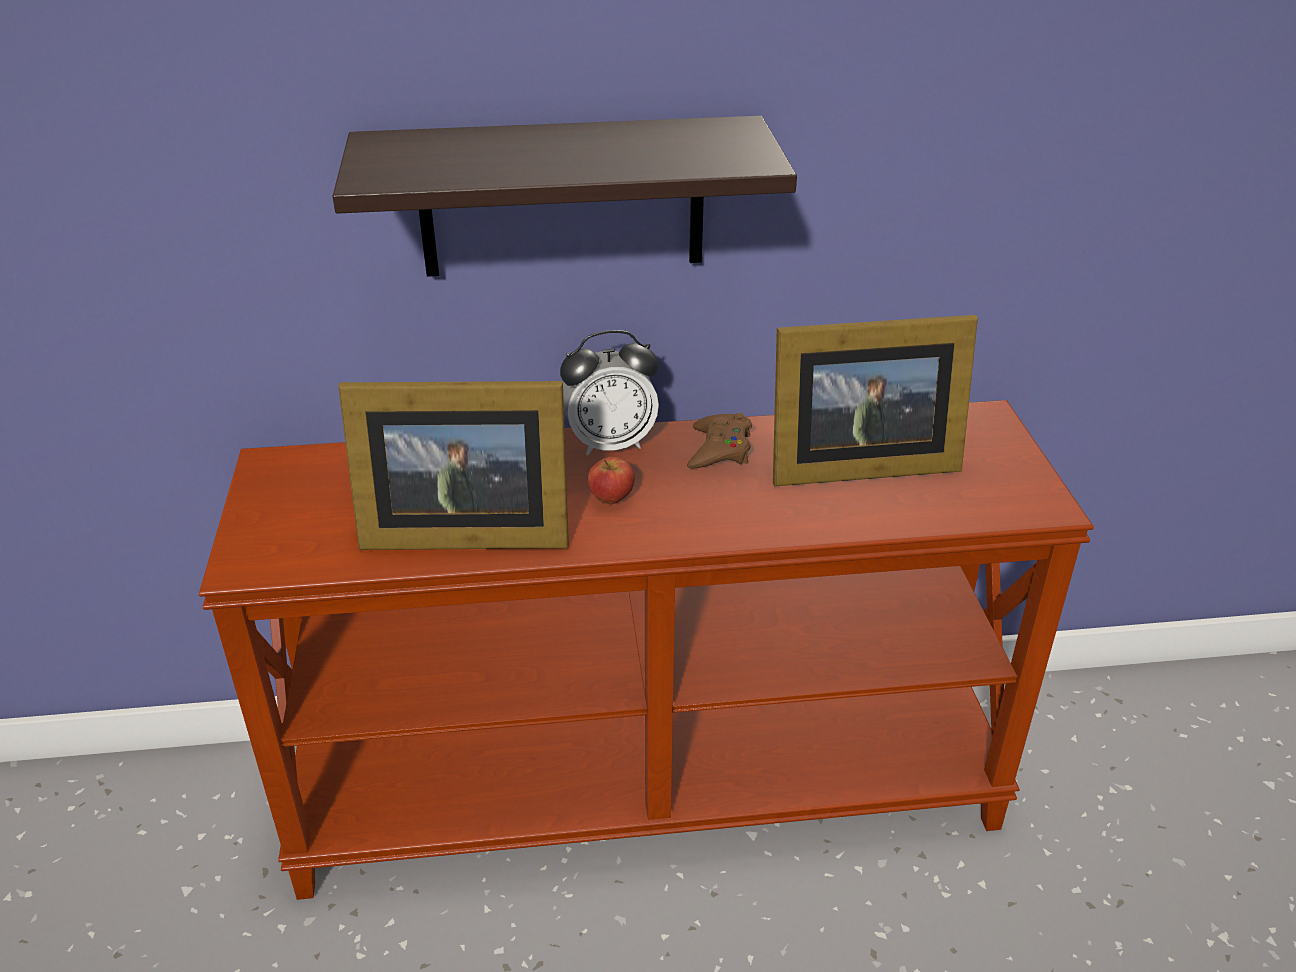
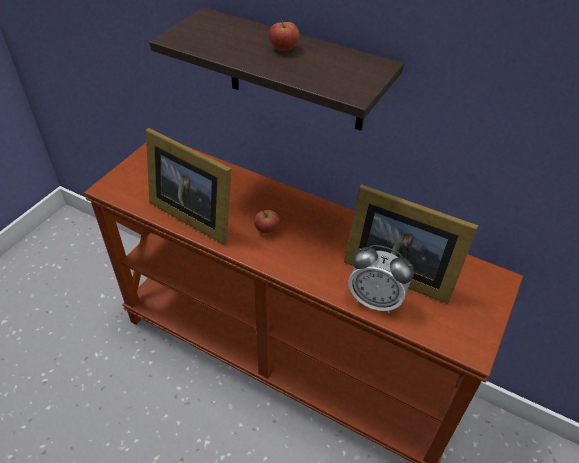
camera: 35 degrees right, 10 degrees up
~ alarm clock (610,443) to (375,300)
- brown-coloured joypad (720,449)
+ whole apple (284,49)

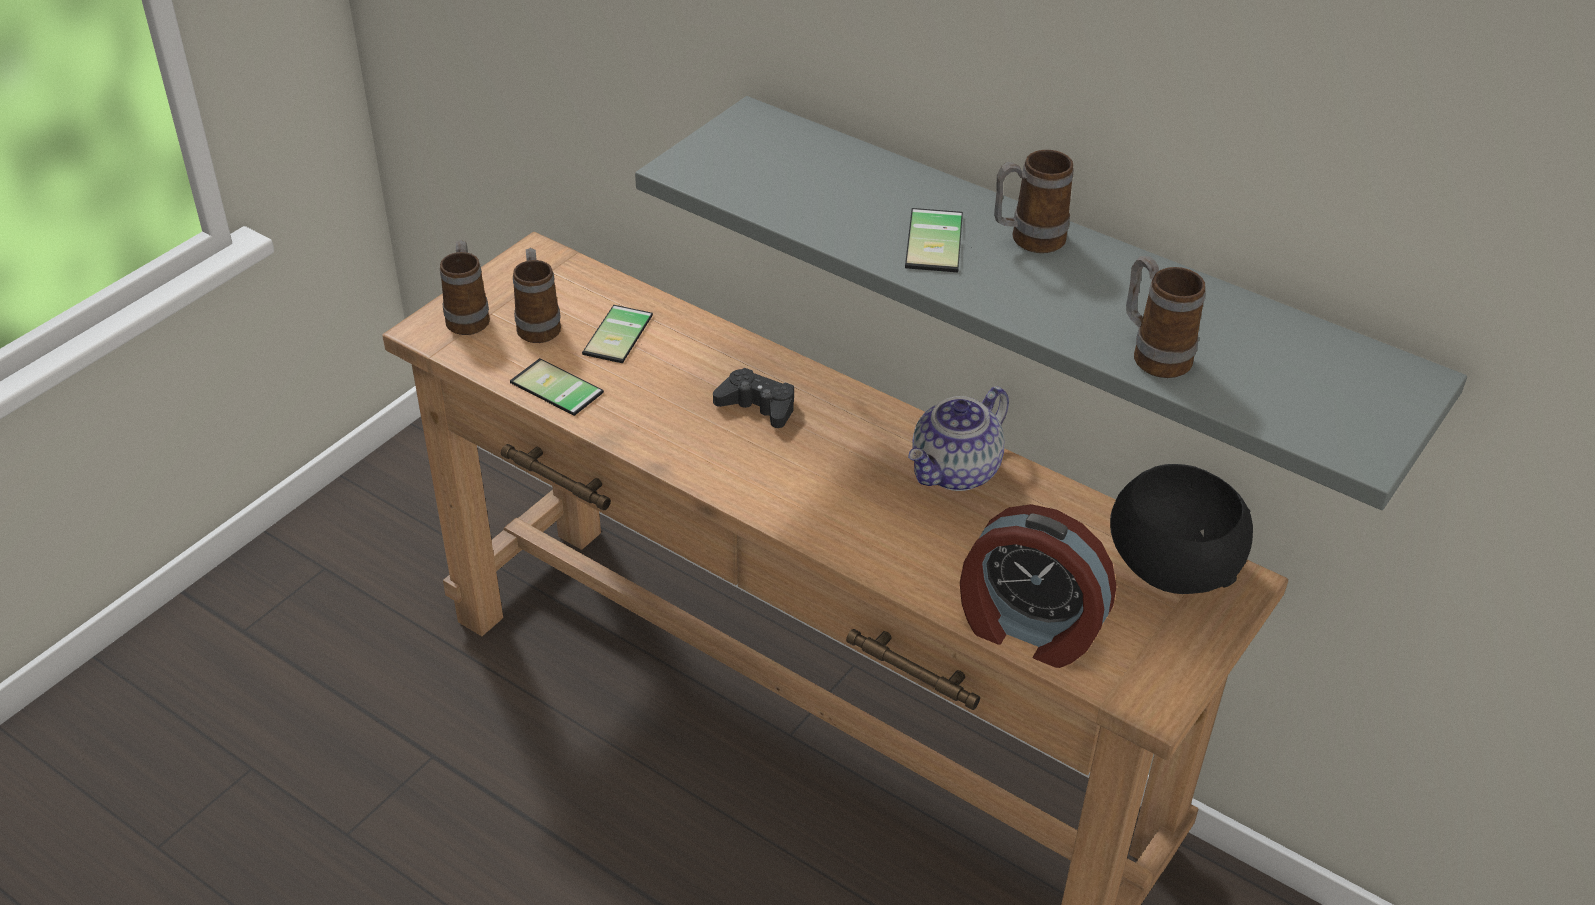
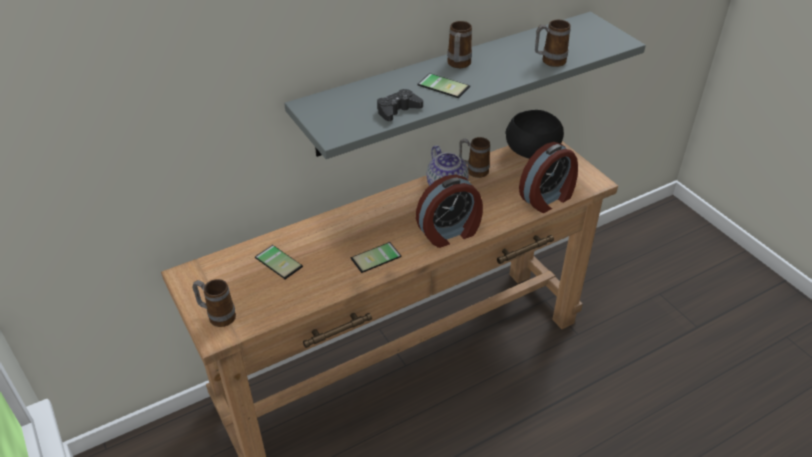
camera: 65 degrees left, 0 degrees up
~ handset (553,390) to (377,259)
~ tea mug (538,324) to (473,171)
~ black joypad (757,406) to (398,110)
+ alarm clock (449,233)

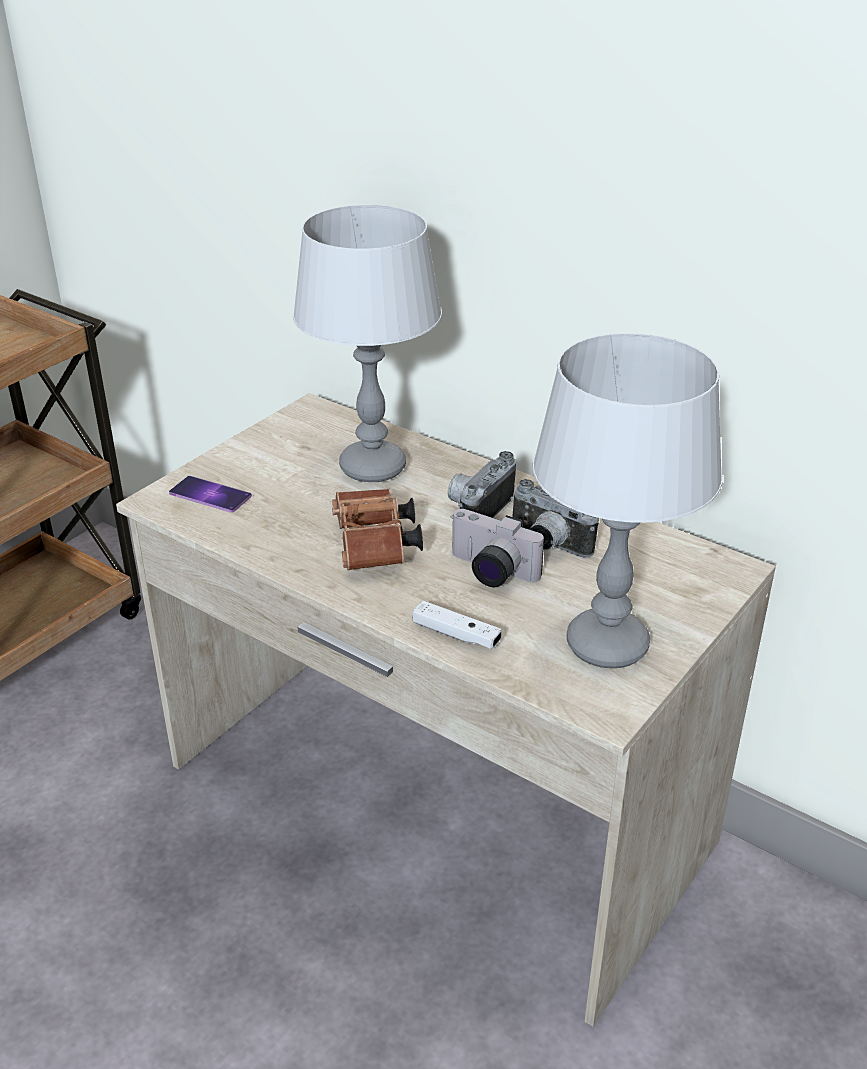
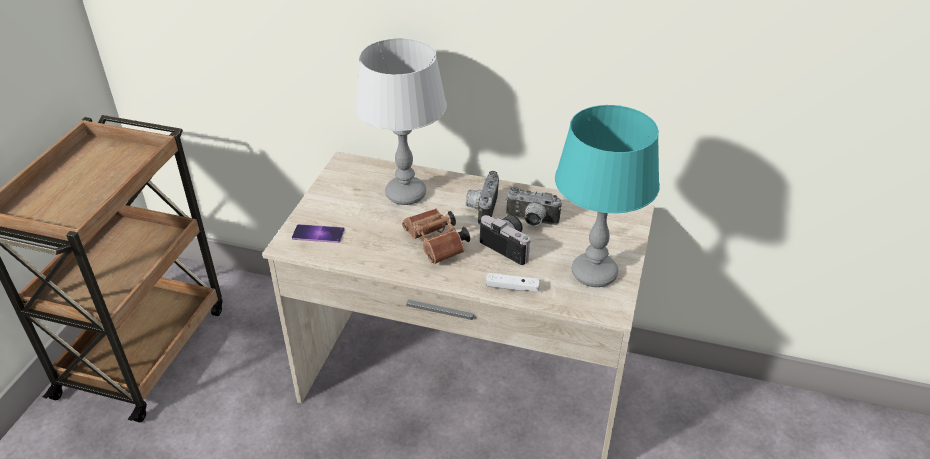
camera: 20 degrees left, 5 degrees up
~ still camera (489,572) = (509,245) 150 degrees counterclockwise
~ grey lamp for a table (607,646) to turquoise lamp for a table (594,274)

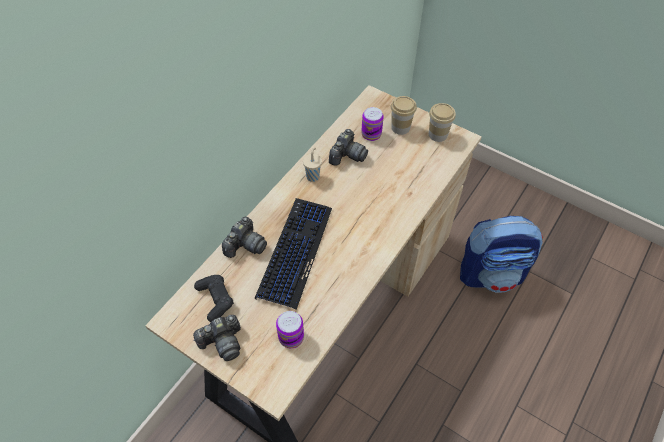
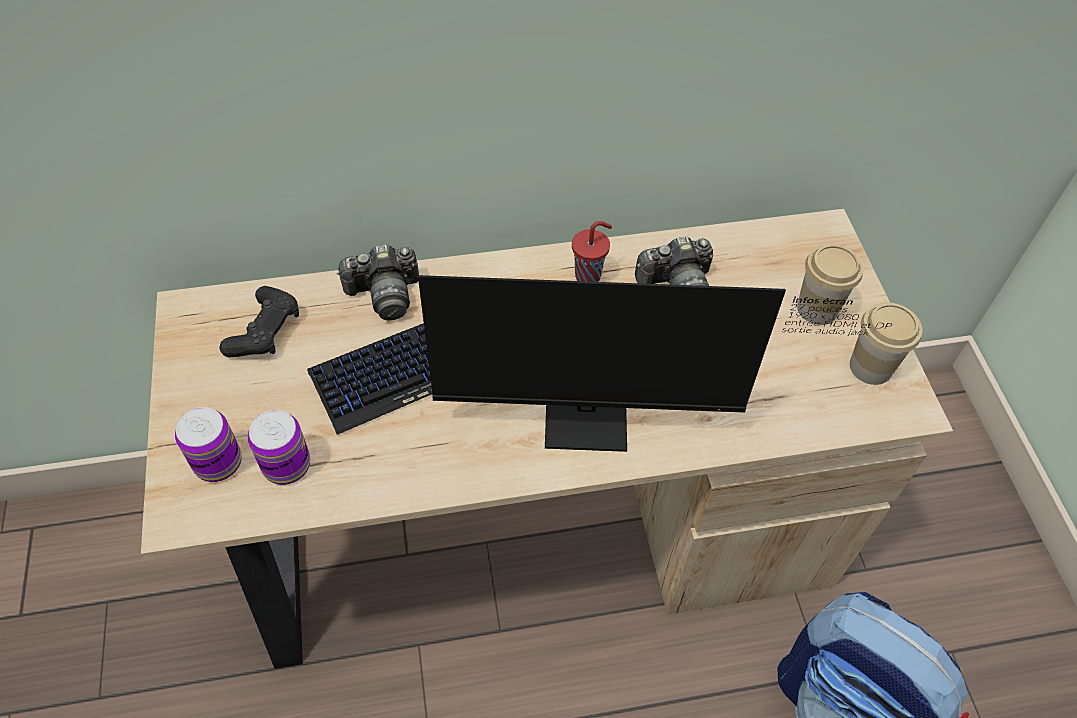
camera: 45 degrees right, 0 degrees up
- still camera (222,342)
~ beige small cup (313,176) to reddish small cup (589,275)
~ sealed can (371,134) to (218,462)
+ monitor (601,419)

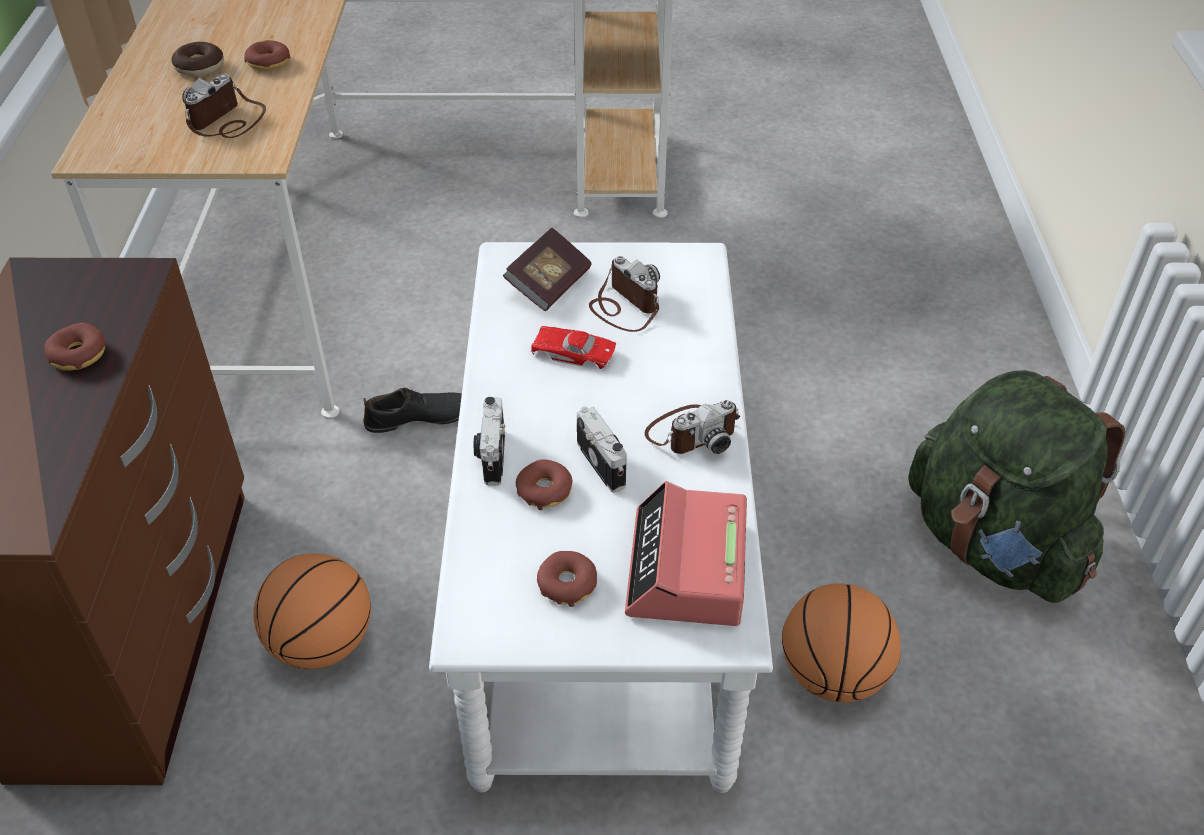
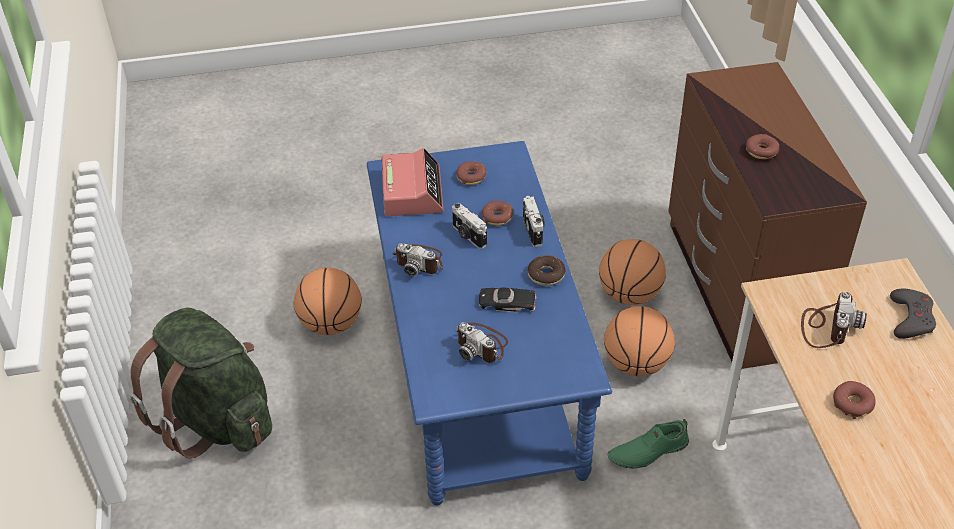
camera: 170 degrees right, 0 degrees up
~ doughnut (200,67) to (546,275)
~ black shoe (420,418) to greenish shoe (647,451)
~ white-coloured low table (602,569) to blue-coloured low table (478,361)
- bound book (549,285)
~ reddish miniature car (573,352) to black miniature car (507,303)
~ still camera (692,432) = (419,261) 120 degrees counterclockwise
+ basketball (636,364)
+ grey joypad (911,318)

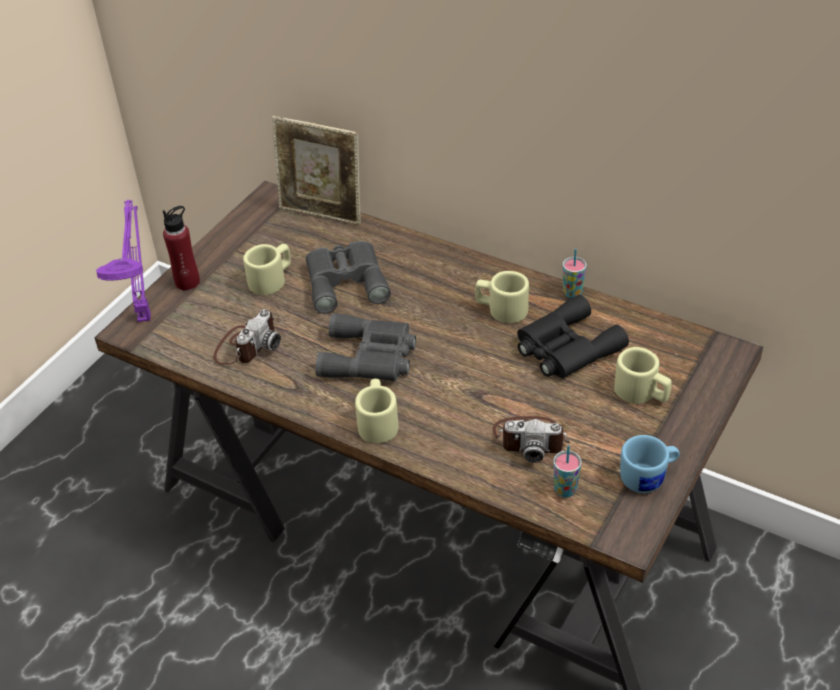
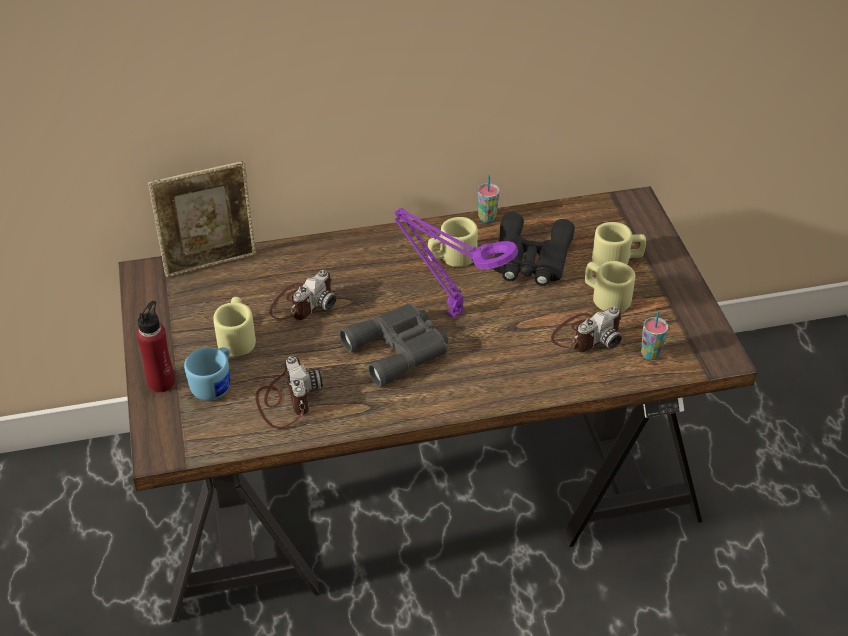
camera: 45 degrees left, 0 degrees up
~ purplish lamp for a table (144,316) to (451,311)
~ grey binoculars (346,280) to still camera (302,303)
~ beige tea mug (378,422) to (605,297)
~ blue-coloured tea mug (648,478) to (215,384)

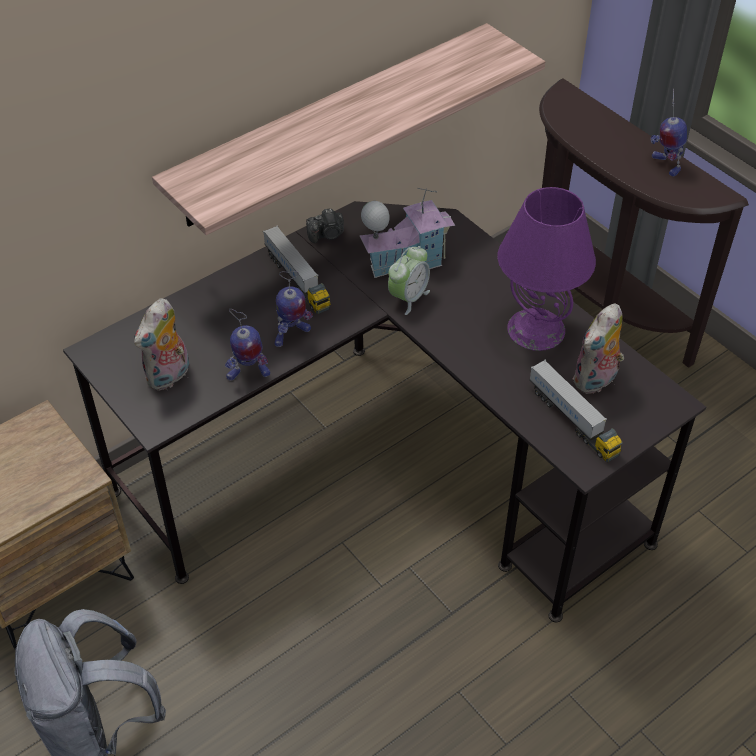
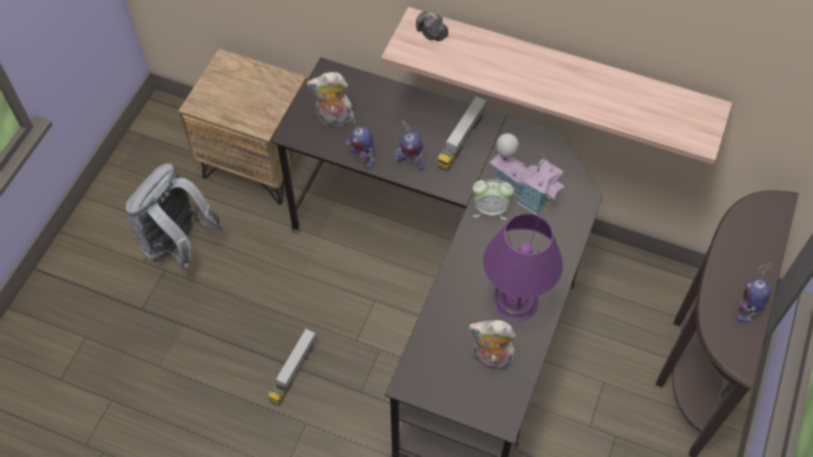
camera: 60 degrees right, 10 degrees up
~ still camera (327,235) to (431,34)
~ toy lorry (573,420) to (293,371)

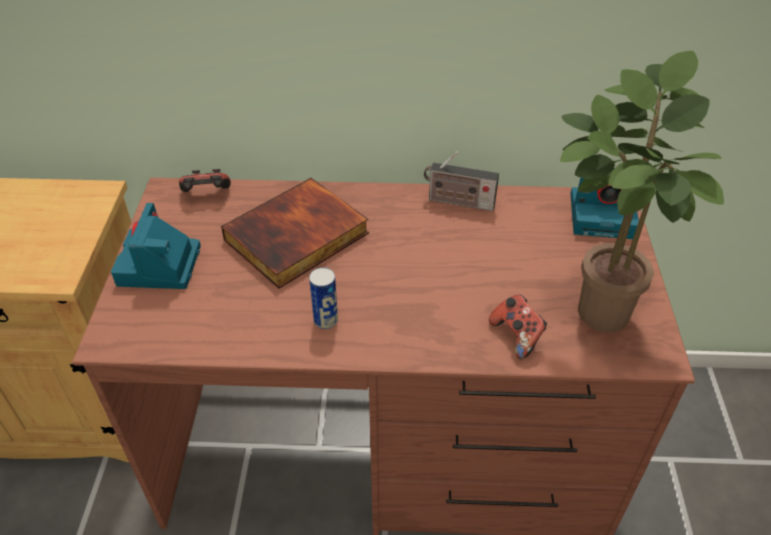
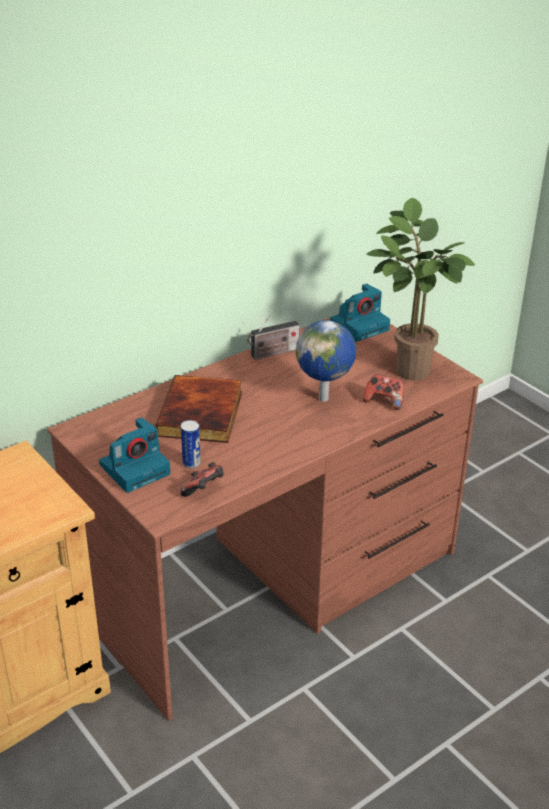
camera: 40 degrees left, 10 degrees down
~ still camera (159,266) = (135,468) 90 degrees counterclockwise
~ joypad (206,195) to (204,491)
~ sealed can (325,320) to (191,463)
+ desk globe (325,399)

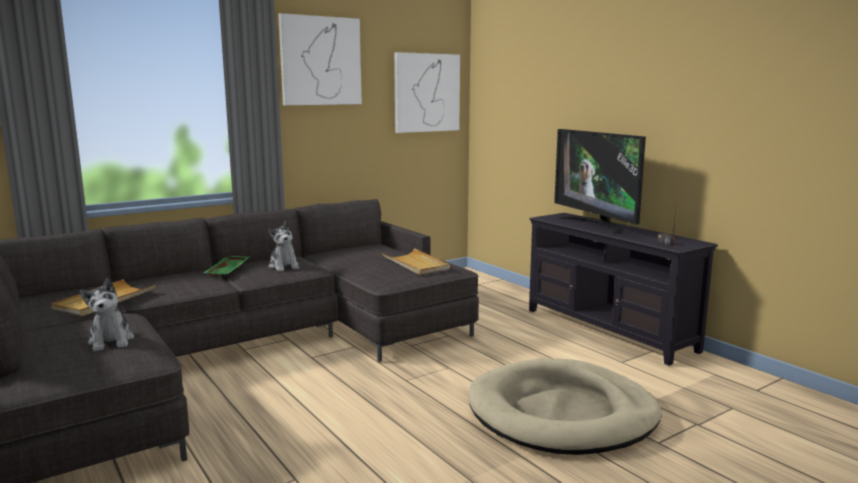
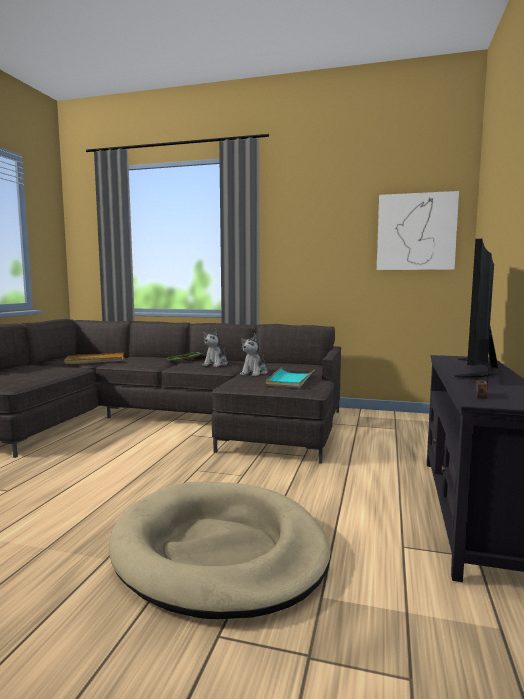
camera: 50 degrees right, 5 degrees down
~ plush toy (111,341) to (254,373)
- picture (320,61)
~ beige serving tray (416,264) to turquoise serving tray (290,380)

